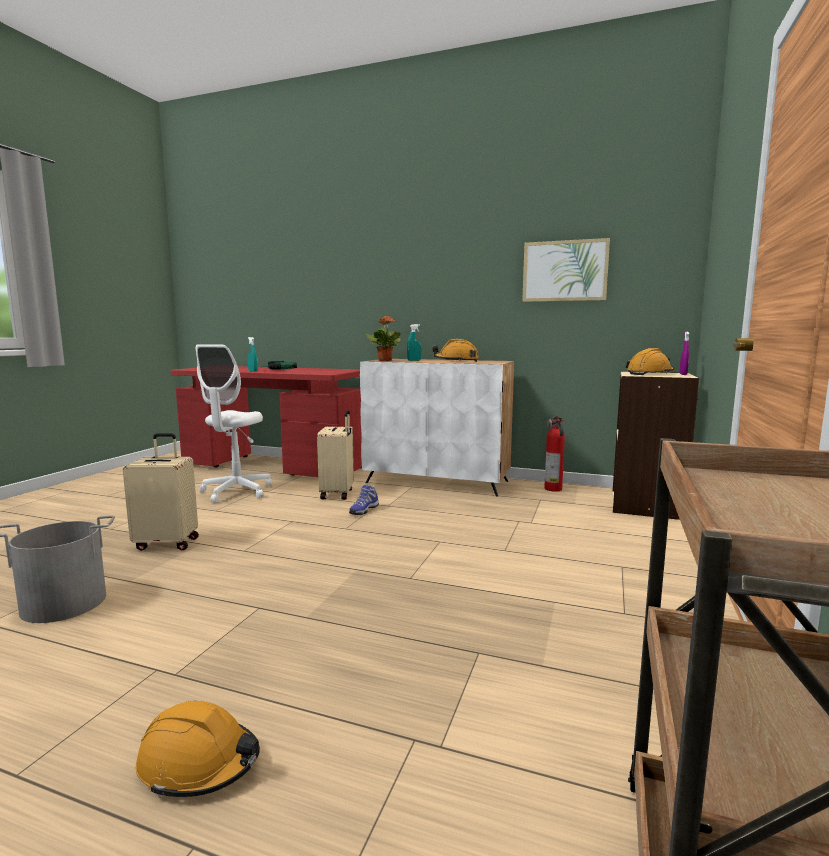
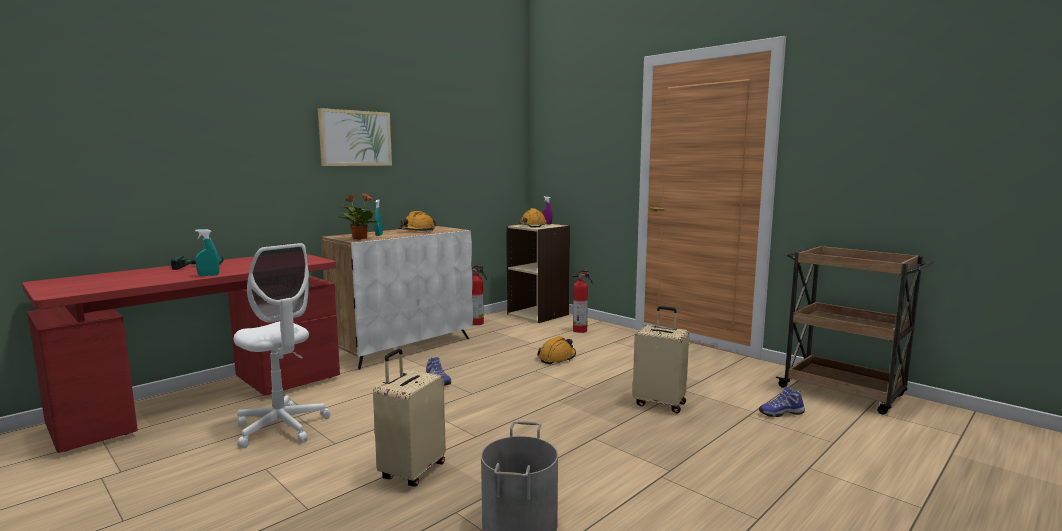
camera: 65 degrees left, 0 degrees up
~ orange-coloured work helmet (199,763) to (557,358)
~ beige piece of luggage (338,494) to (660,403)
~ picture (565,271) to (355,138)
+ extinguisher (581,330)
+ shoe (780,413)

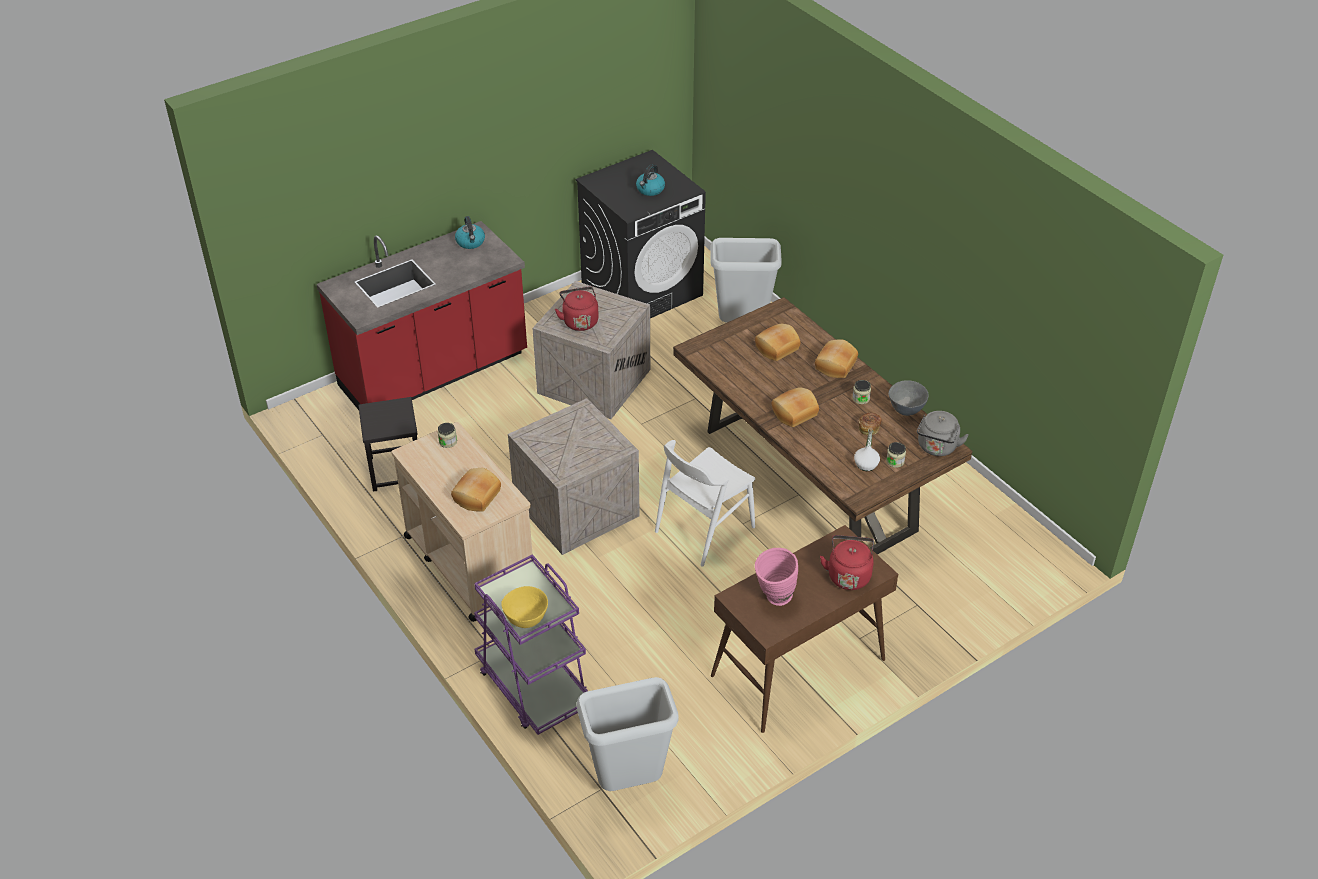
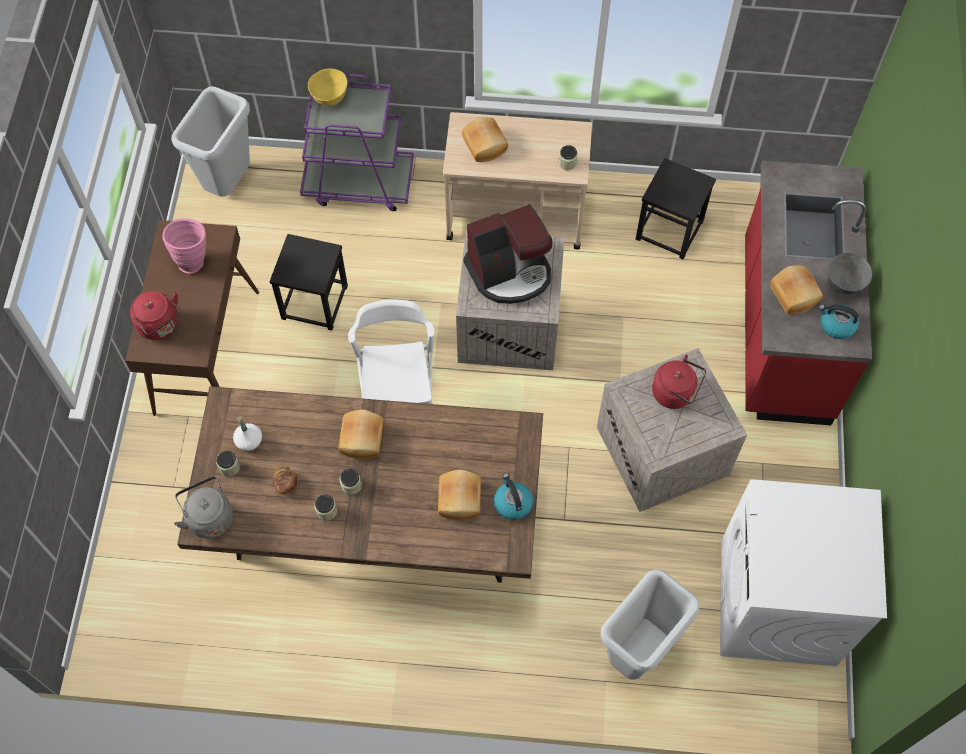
camera: 130 degrees right, 20 degrees up
~ black washing machine (642,289) to white-coloured washing machine (777,603)
~ water kettle (650,190) to (512,503)
~ bakery bread (834,365) to (795,294)
~ grey serving bowl (906,411) to (843,284)
+ black stool (314,302)
+ storage jar (351,485)
+ coffee maker (510,272)

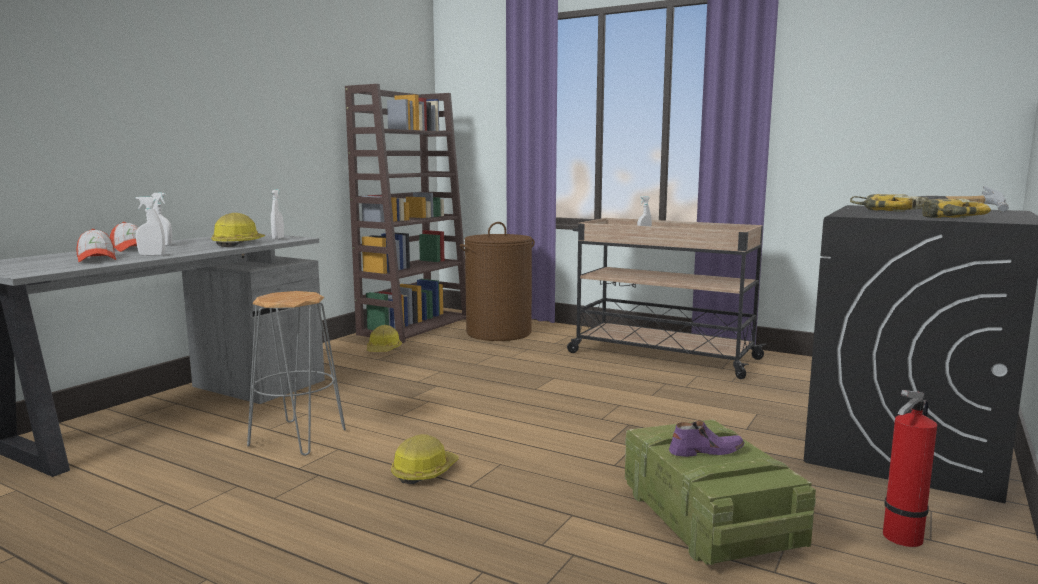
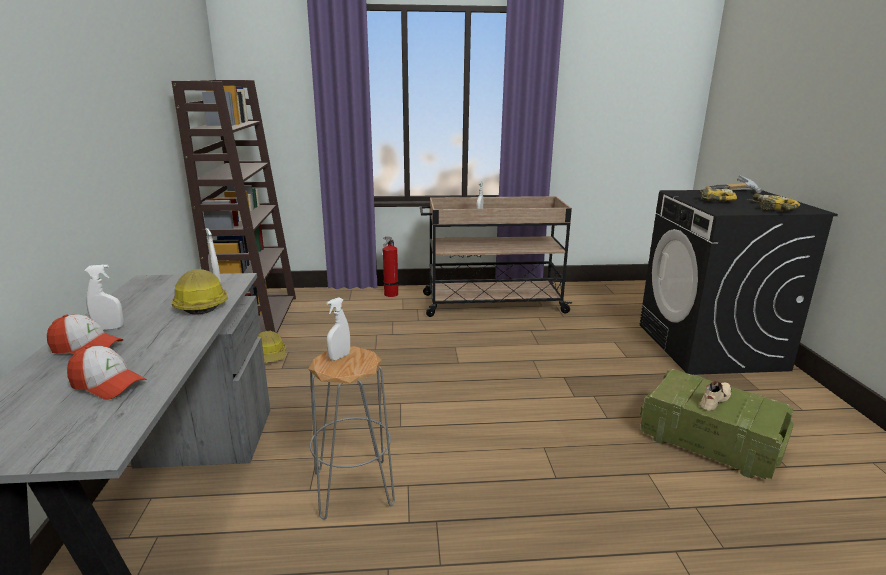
camera: 35 degrees left, 10 degrees up
~ white-coloured sprayer (152,255) to (339,357)
- work helmet (424,472)
- brown-coloured hamper (499,332)
~ purplish shoe (705,451) to beige shoe (714,400)
~ extinguisher (900,538) to (390,295)

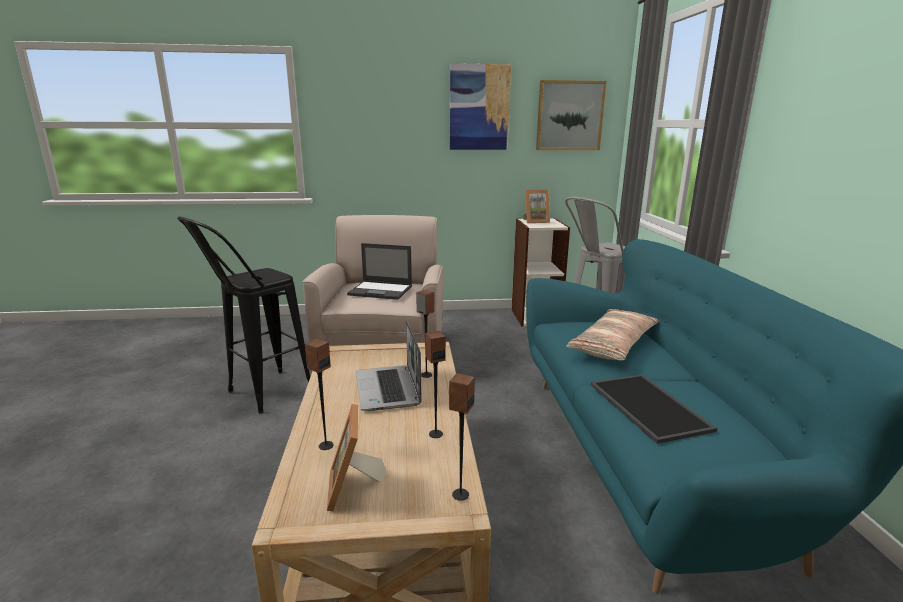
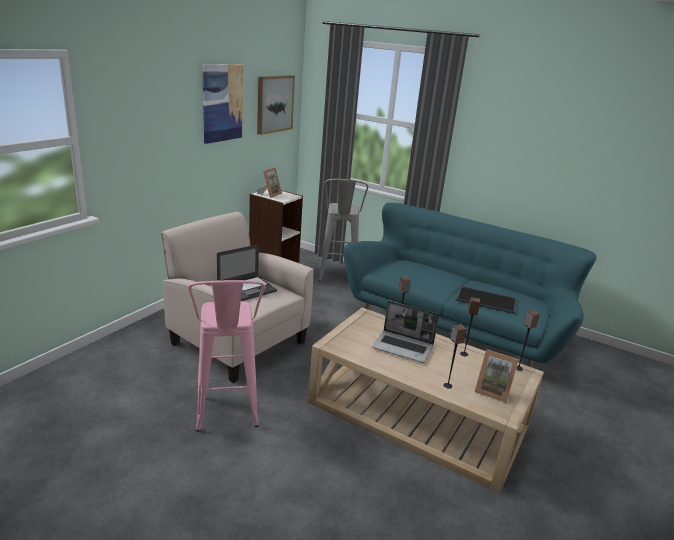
camera: 55 degrees left, 5 degrees up
~ black stool (259,396) to pink stool (227,419)
- cushion (614,345)

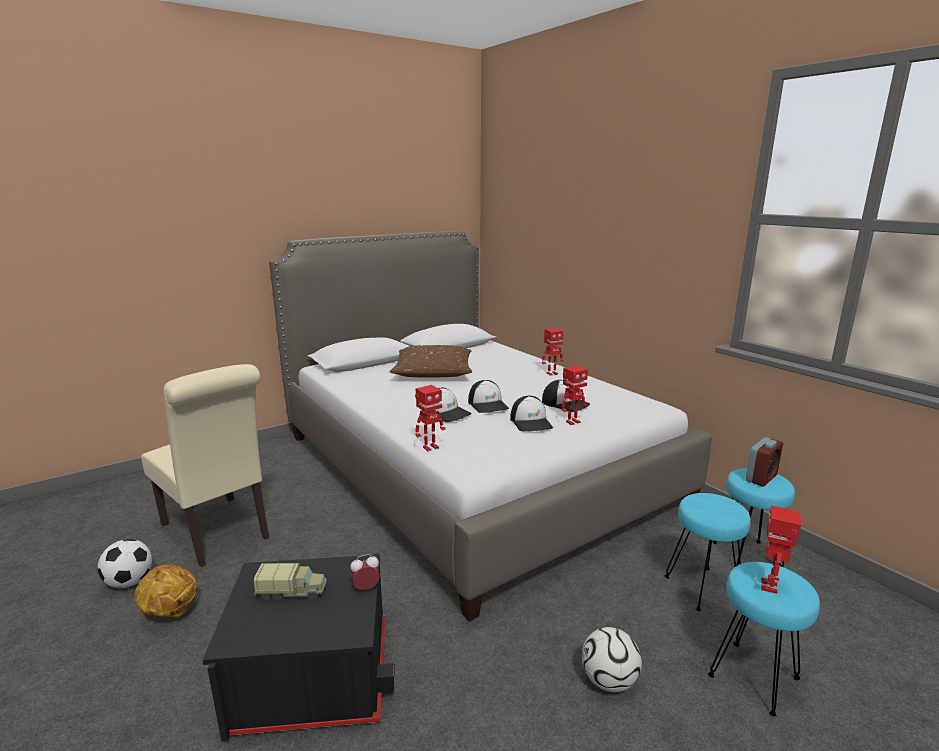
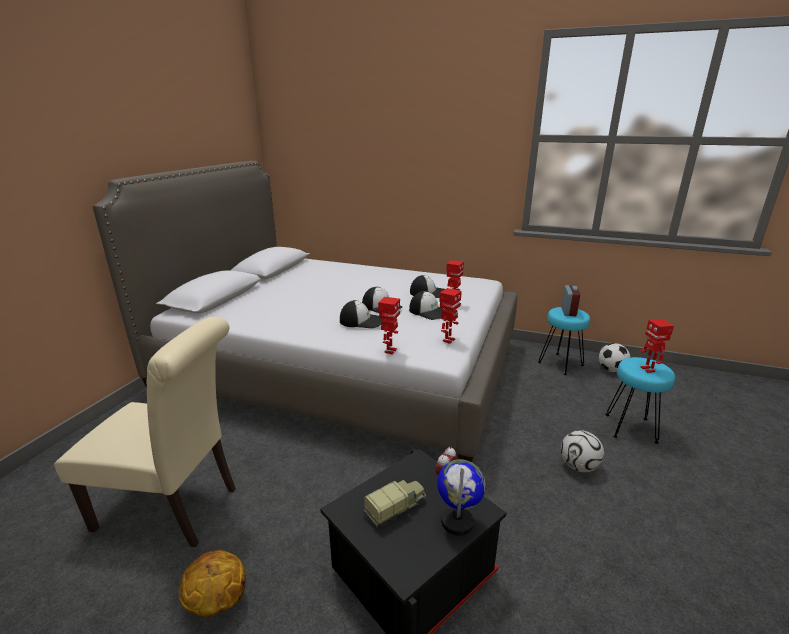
camera: 35 degrees left, 5 degrees up
~ football (129,582) to (611,370)
- brown-coloured cushion (433,372)
~ model robot (551,373) to (448,340)
- turquoise stool (701,588)
+ desk globe (457,521)

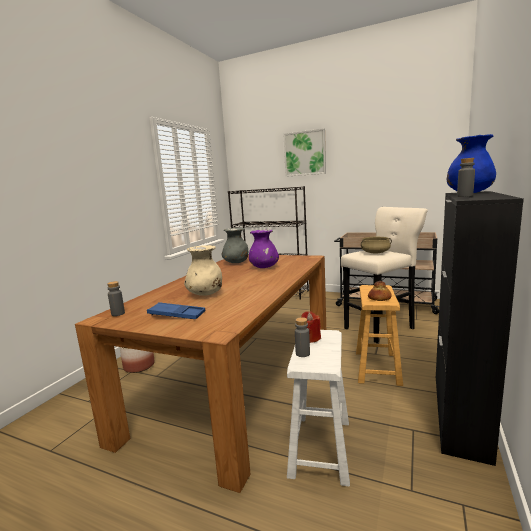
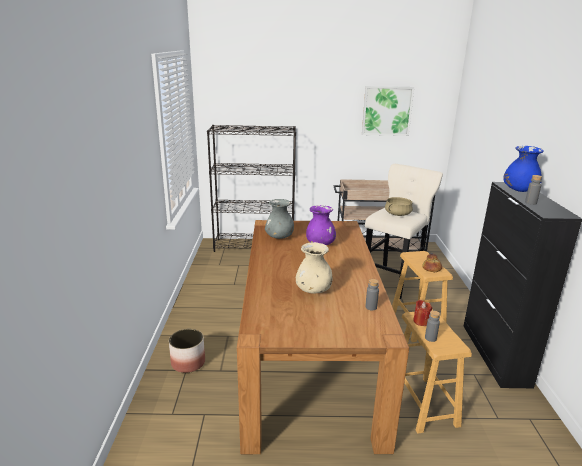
camera: 25 degrees left, 10 degrees up
~ grey bottle (118,314) to (371,307)
- blue-coloured serving tray (177,315)
~ picture (305,153) to (387,111)
~ white-coloured stool (321,447) to brown-coloured stool (423,404)

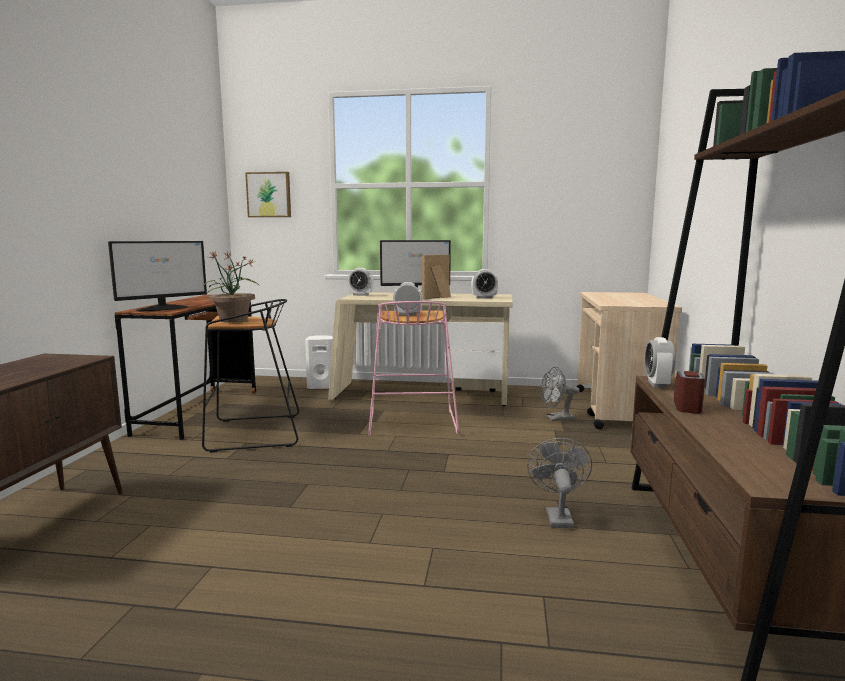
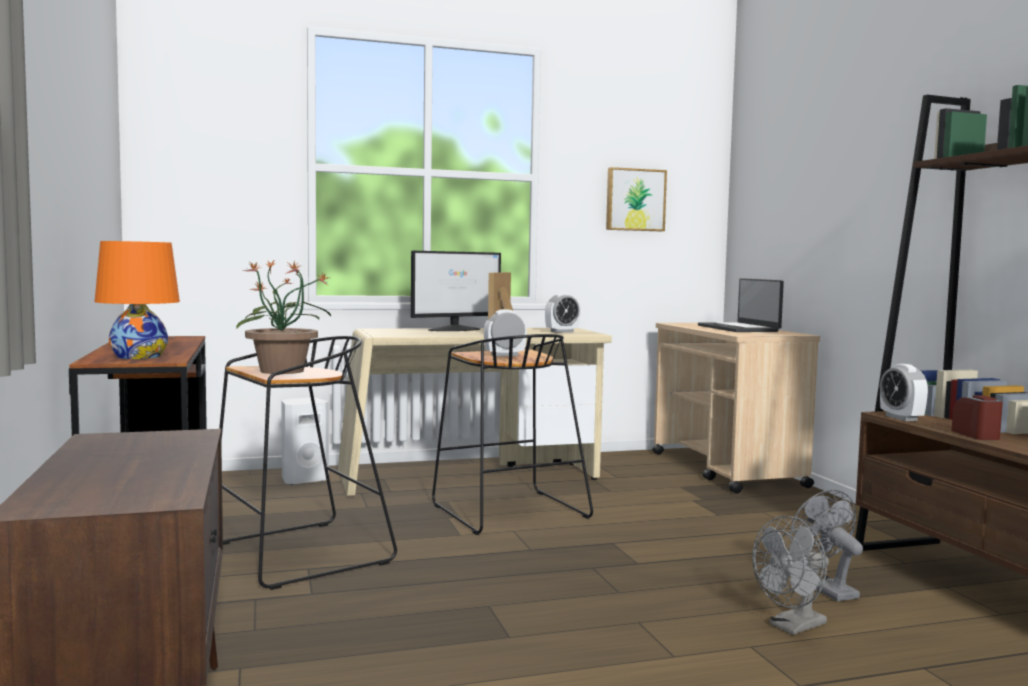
camera: 25 degrees left, 5 degrees down
~ monitor (163,308) to orange-coloured lamp for a table (139,356)
~ picture (269,195) to (635,200)
- alarm clock (360,295)
~ pink stool (411,421) to black stool (507,511)
~ grey fan (556,419) to (792,627)
+ laptop (739,328)

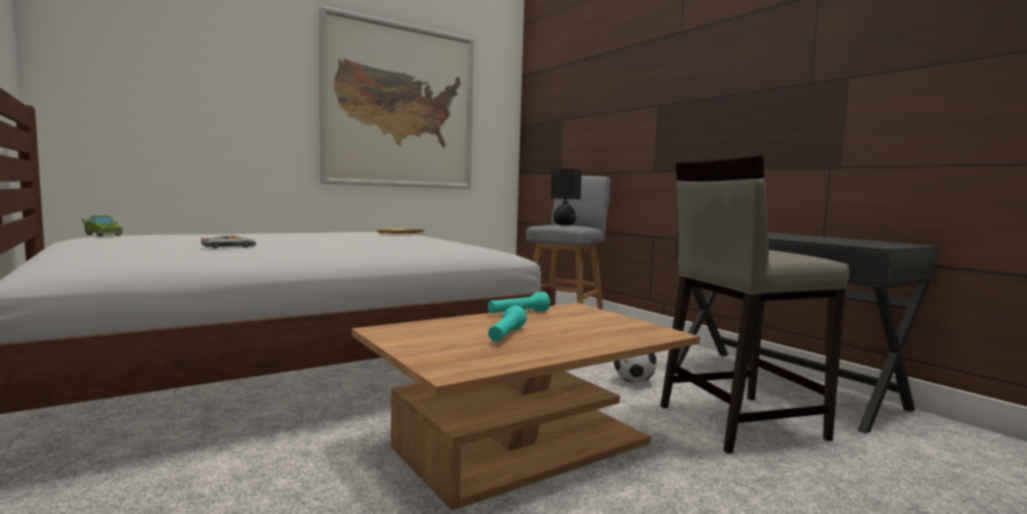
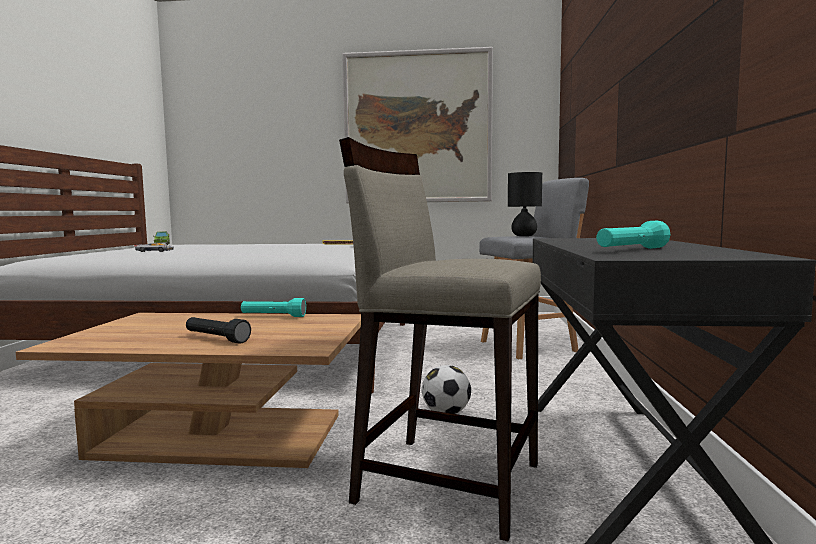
camera: 40 degrees right, 0 degrees up
~ turquoise torch (506,336) to (631,250)
+ black torch (216,339)

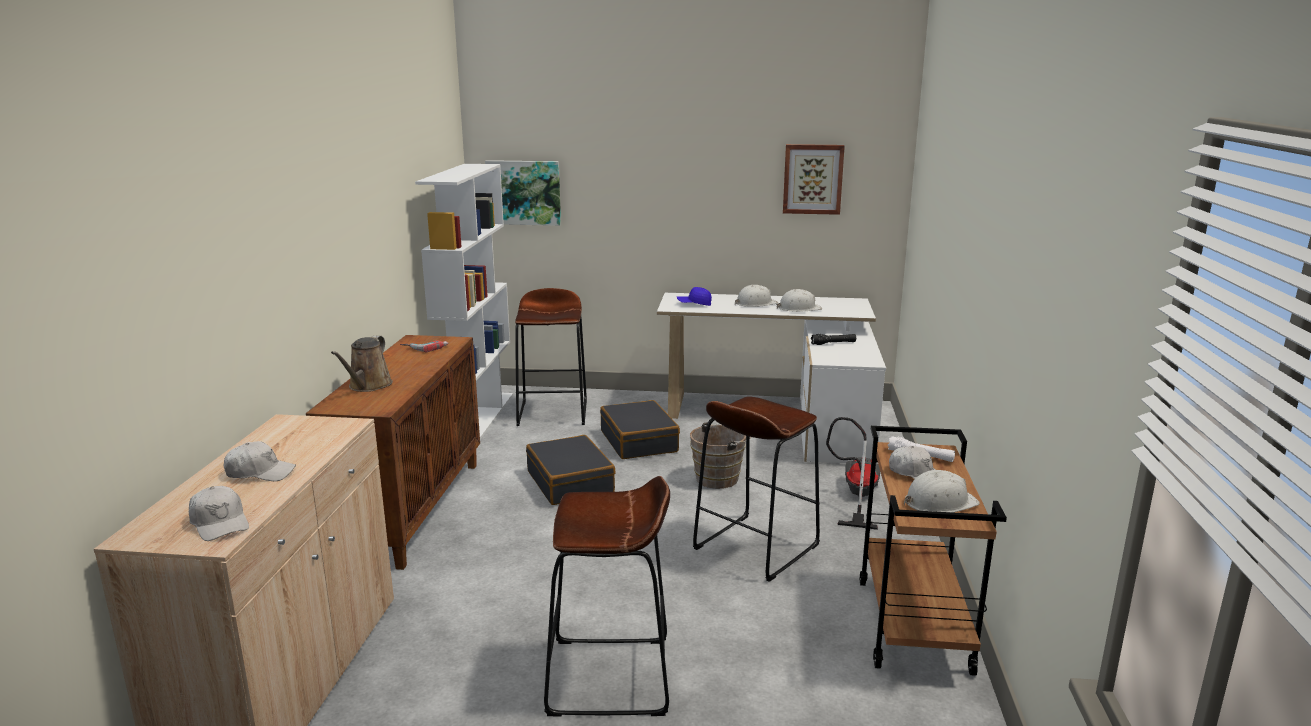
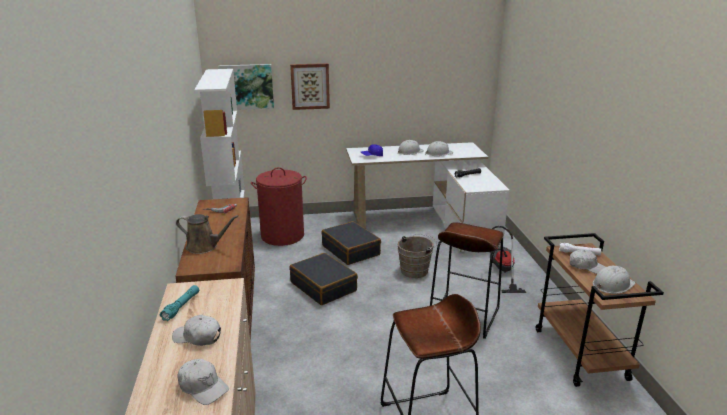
camera: 15 degrees left, 5 degrees up
~ white-coloured baseball cap (260,473) = (197,337) 150 degrees counterclockwise
~ brown-coloured sprinkling can (368,386) = (204,247) 75 degrees counterclockwise
~ brown-coloured stool (553,412) to reddish hamper (282,236)
~ picture (812,179) to (310,86)
+ turquoise torch (181,307)

